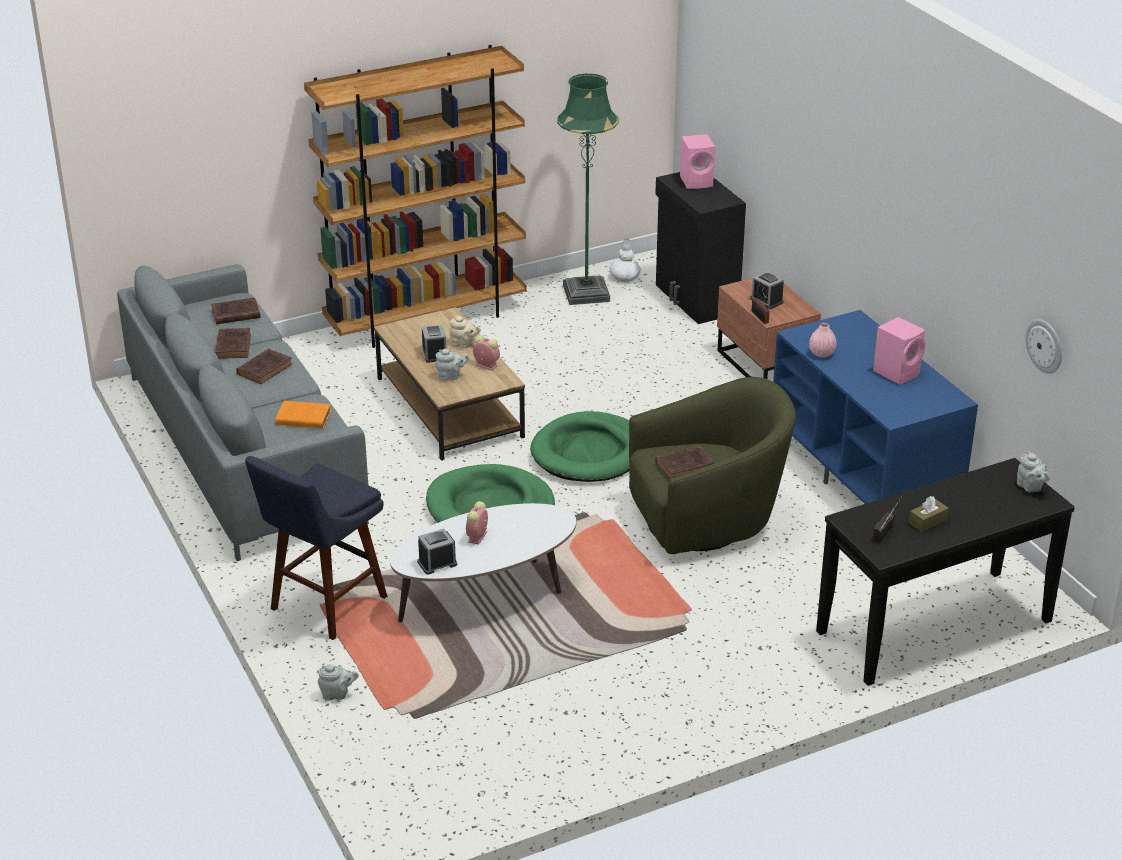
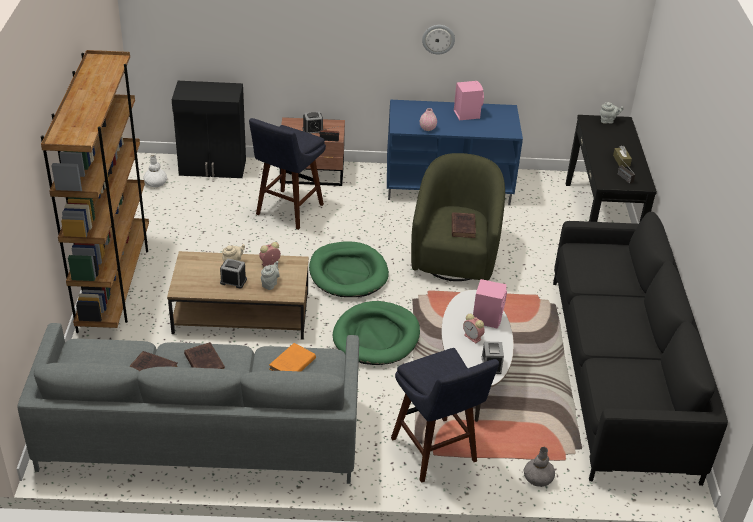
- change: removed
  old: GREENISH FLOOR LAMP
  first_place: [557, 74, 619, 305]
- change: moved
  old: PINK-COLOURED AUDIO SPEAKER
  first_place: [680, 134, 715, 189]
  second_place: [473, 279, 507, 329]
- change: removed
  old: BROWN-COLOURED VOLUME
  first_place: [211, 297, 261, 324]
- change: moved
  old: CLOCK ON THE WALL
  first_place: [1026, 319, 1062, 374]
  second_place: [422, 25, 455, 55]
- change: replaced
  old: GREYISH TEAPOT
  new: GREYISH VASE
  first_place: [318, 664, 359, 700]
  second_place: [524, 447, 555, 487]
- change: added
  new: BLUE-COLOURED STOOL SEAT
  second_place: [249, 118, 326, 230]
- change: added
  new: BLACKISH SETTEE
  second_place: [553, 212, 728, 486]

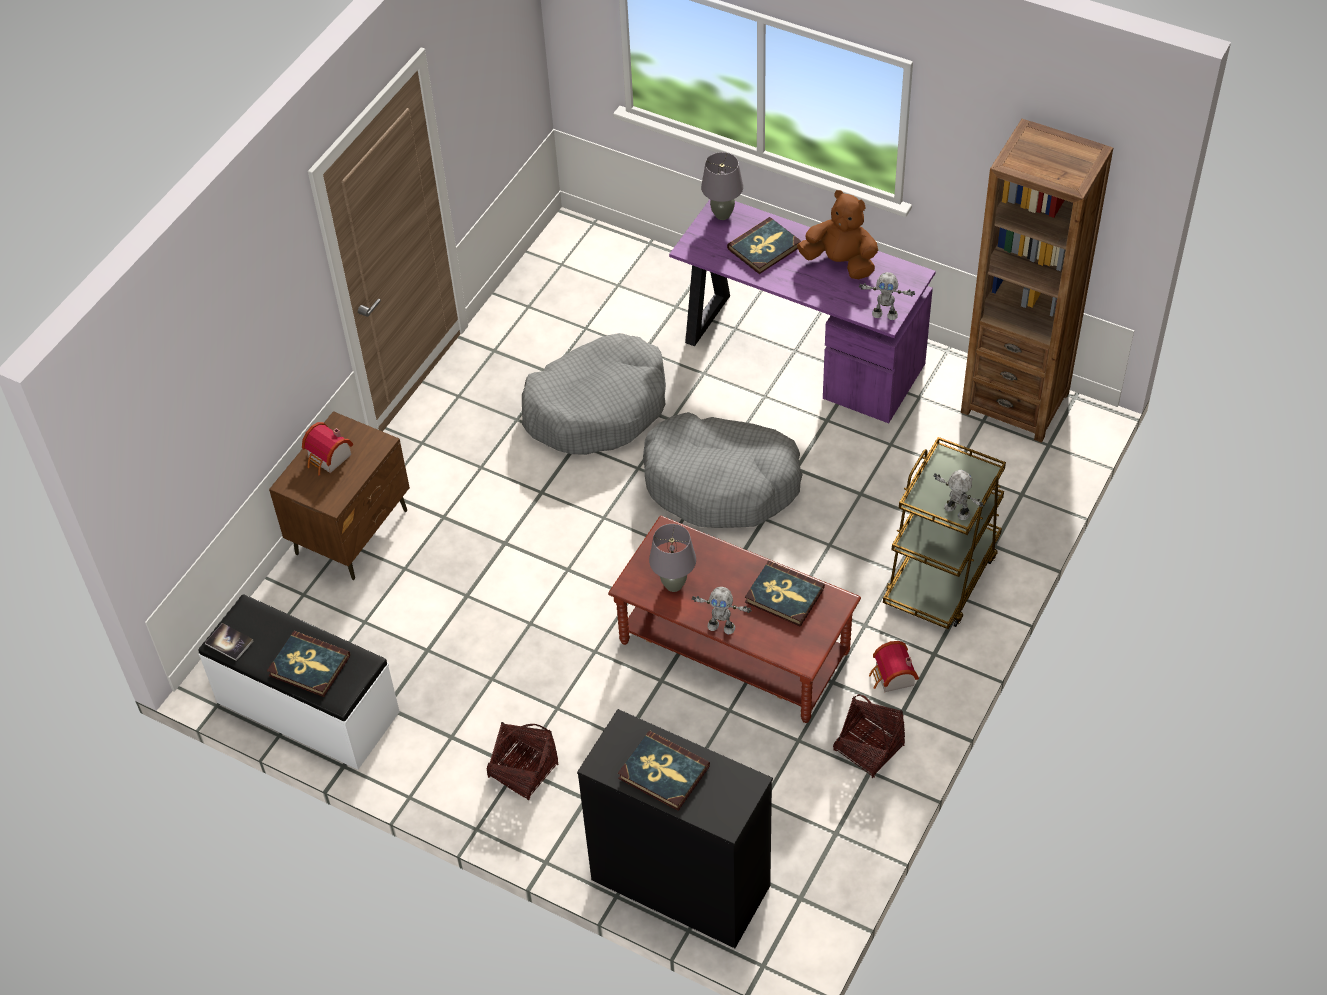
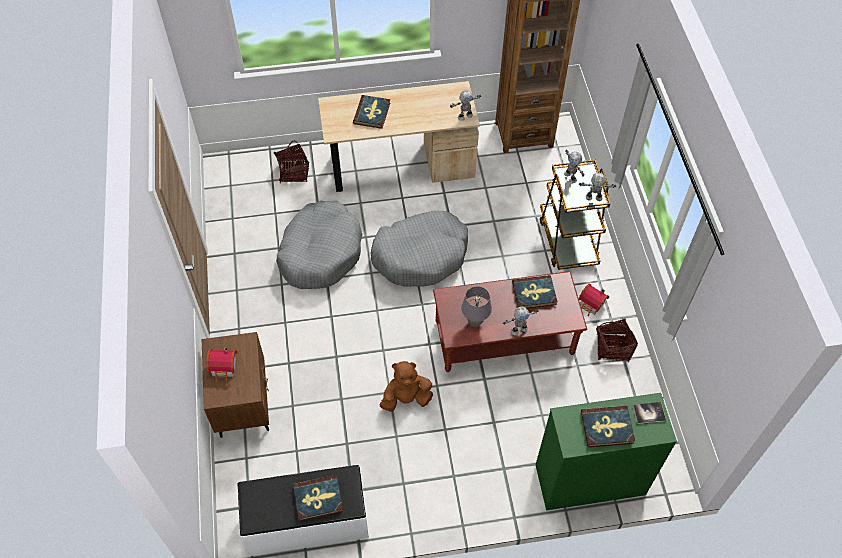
- change: removed
  old: GREYISH TABLETOP LAMP
  first_place: [701, 152, 743, 220]
- change: moved
  old: BROWN-COLOURED PLUSH TOY
  first_place: [797, 190, 878, 279]
  second_place: [380, 361, 433, 411]
- change: recoloured
  old: PURPLISH DESK UNIT
  new: BEIGE-COLOURED DESK UNIT
  first_place: [669, 199, 936, 423]
  second_place: [318, 81, 480, 192]
- change: moved
  old: VOLUME
  first_place: [205, 623, 253, 661]
  second_place: [633, 402, 666, 424]
- change: recoloured
  old: BLACKISH DRAWER CHEST
  new: GREENISH DRAWER CHEST
  first_place: [577, 709, 773, 948]
  second_place: [536, 393, 677, 510]
- change: moved
  old: HOUSEHOLD BASKET
  first_place: [486, 722, 559, 800]
  second_place: [274, 141, 309, 184]
- change: added
  new: TOY ROBOT
  second_place: [564, 149, 584, 183]

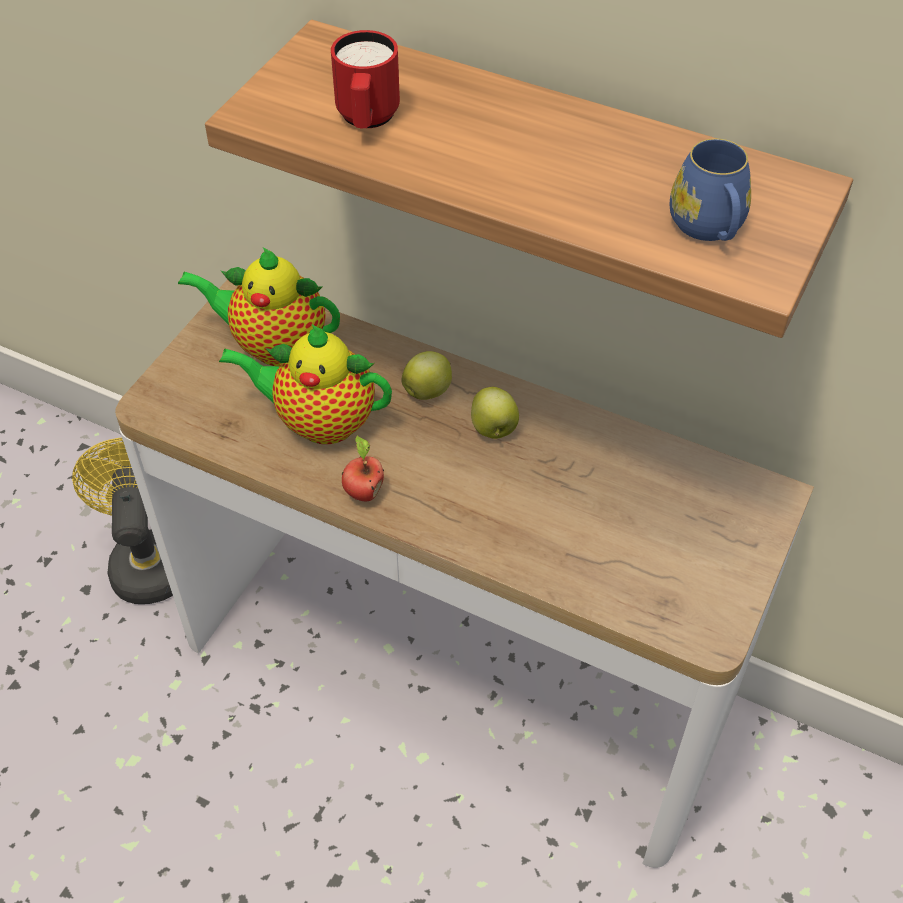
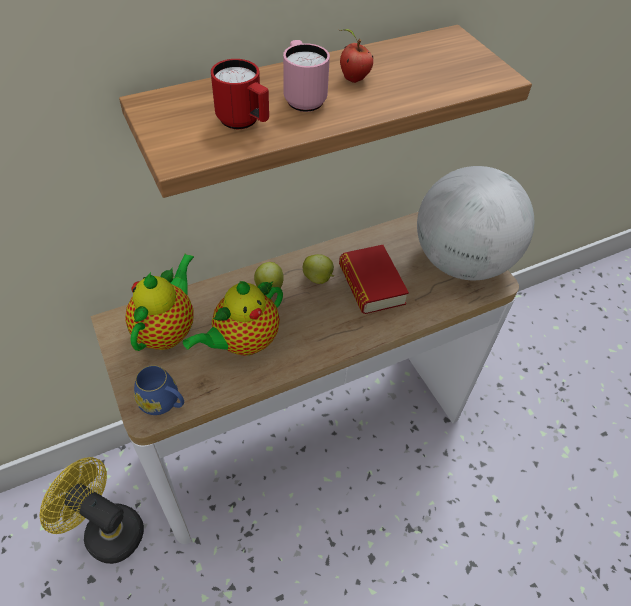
- change: moved
  old: BLUE-COLOURED TEA MUG
  first_place: [669, 138, 751, 241]
  second_place: [134, 365, 184, 415]
- change: turned
  old: TEAPOT
  first_place: [178, 247, 340, 366]
  second_place: [125, 254, 194, 351]
  degrees: 150
- change: moved
  old: APPLE FRUIT
  first_place: [342, 436, 384, 501]
  second_place: [340, 29, 373, 83]
- change: added
  new: PINK-COLOURED TEA MUG
  second_place: [283, 40, 330, 112]
- change: added
  new: DESK GLOBE
  second_place: [417, 166, 534, 280]
- change: added
  new: VOLUME
  second_place: [339, 245, 409, 314]

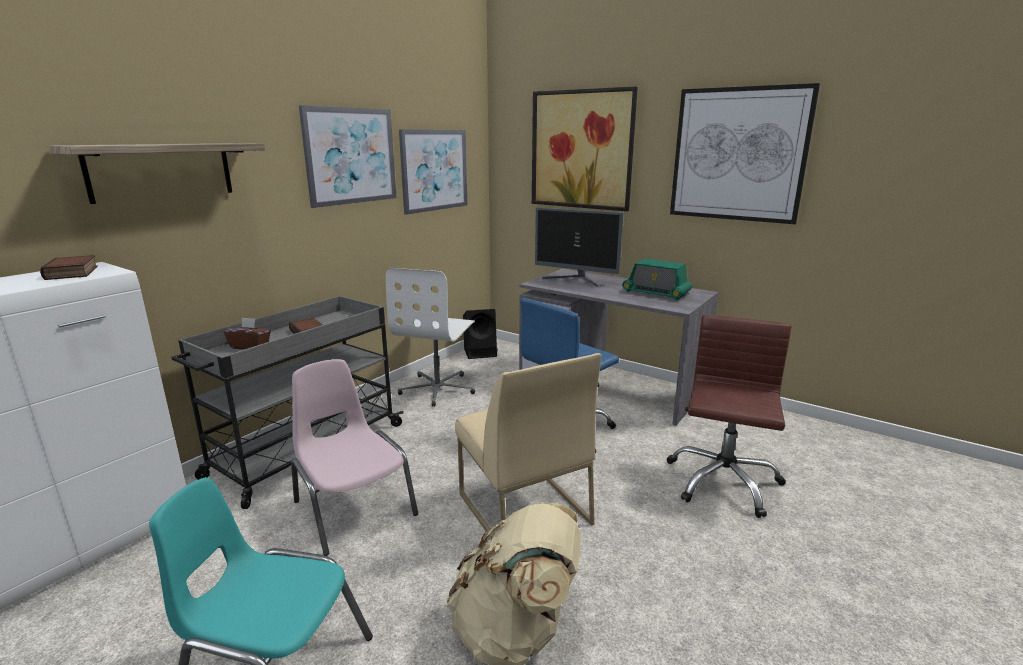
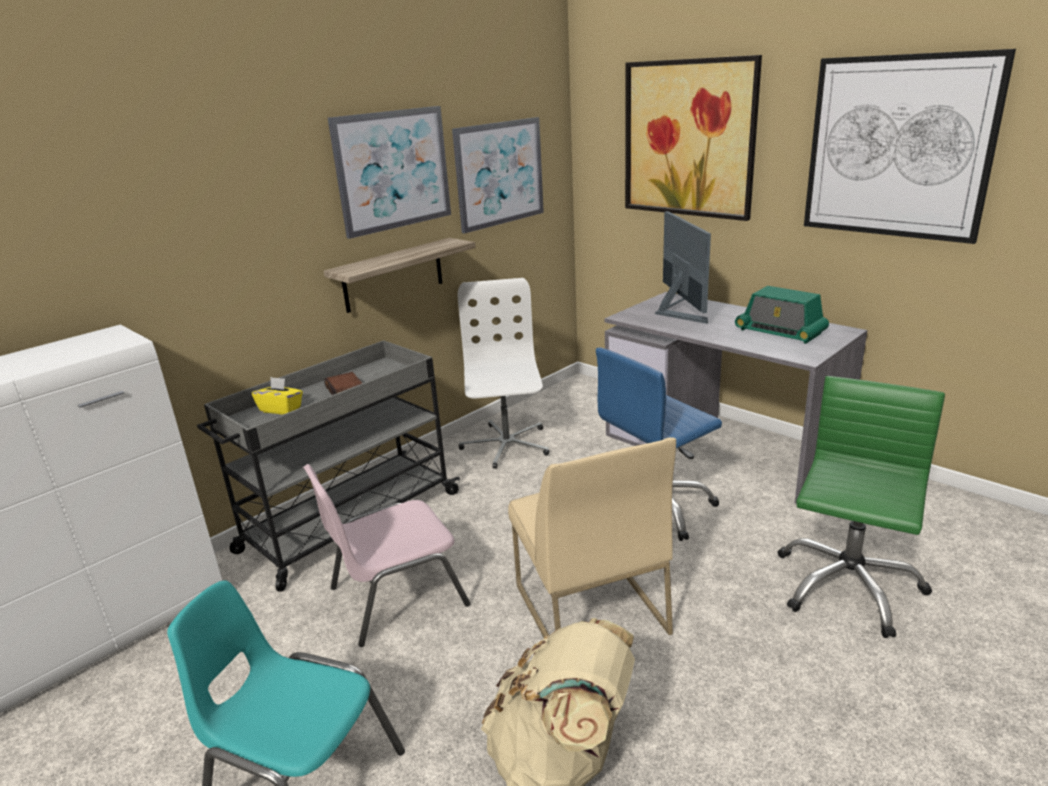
- change: moved
  old: BRACKET SHELF
  first_place: [49, 143, 265, 204]
  second_place: [324, 238, 476, 313]
- change: turned
  old: COMPUTER DISPLAY
  first_place: [535, 207, 623, 287]
  second_place: [655, 211, 711, 324]
  degrees: -135
- change: removed
  old: VOLUME
  first_place: [40, 255, 98, 280]
- change: turned
  old: WHITE-COLOURED COMPUTER CHAIR
  first_place: [386, 268, 475, 407]
  second_place: [458, 278, 549, 469]
  degrees: 150
- change: removed
  old: BLACKISH AUDIO SPEAKER
  first_place: [463, 309, 497, 359]
- change: recoloured
  old: BROWN-COLOURED COMPUTER CHAIR
  new: GREENISH COMPUTER CHAIR
  first_place: [667, 315, 791, 518]
  second_place: [778, 376, 945, 638]
- change: recoloured
  old: BROWN-COLOURED BOX OF TISSUES
  new: YELLOW-COLOURED BOX OF TISSUES
  first_place: [224, 318, 271, 349]
  second_place: [252, 377, 303, 415]
- change: turned
  old: PINK-COLOURED UPRIGHT CHAIR
  first_place: [291, 359, 418, 556]
  second_place: [303, 464, 470, 647]
  degrees: -90

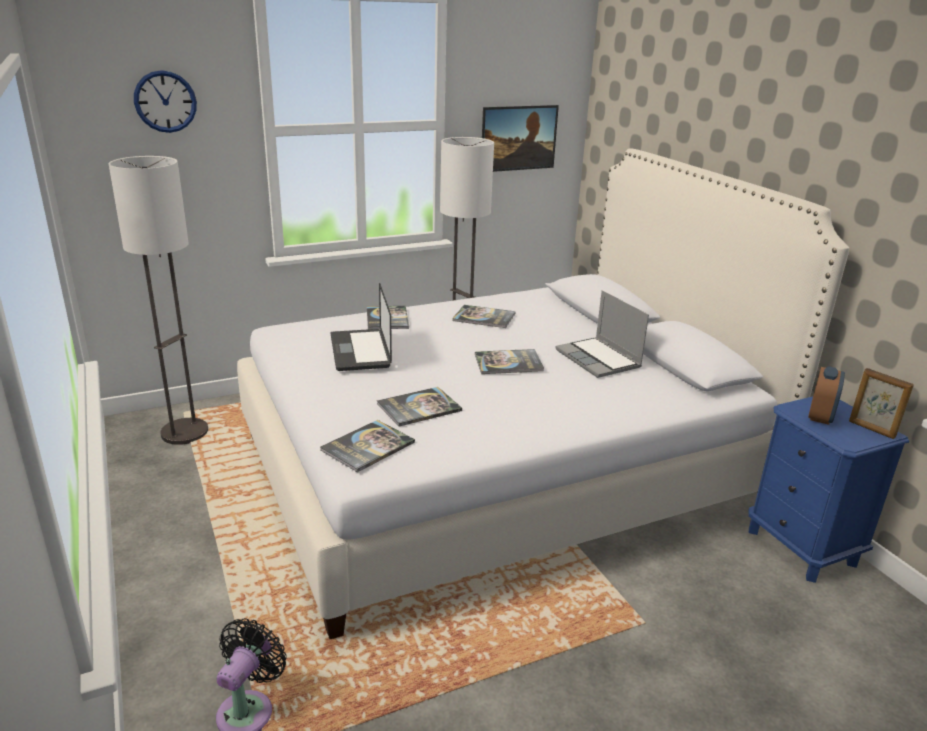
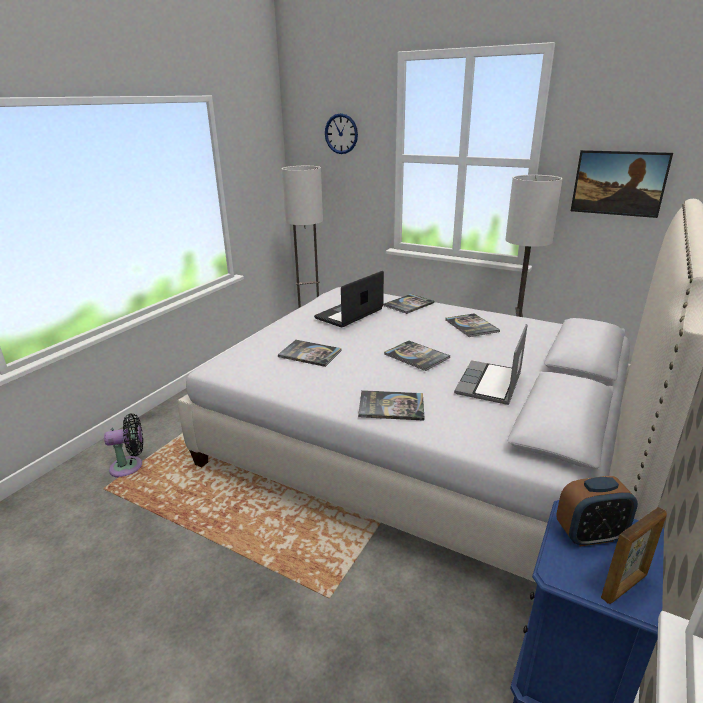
- change: turned
  old: STANDING FRAME
  first_place: [849, 368, 914, 439]
  second_place: [601, 507, 667, 604]
  degrees: -135
- change: moved
  old: VOLUME
  first_place: [320, 420, 415, 472]
  second_place: [358, 390, 425, 421]

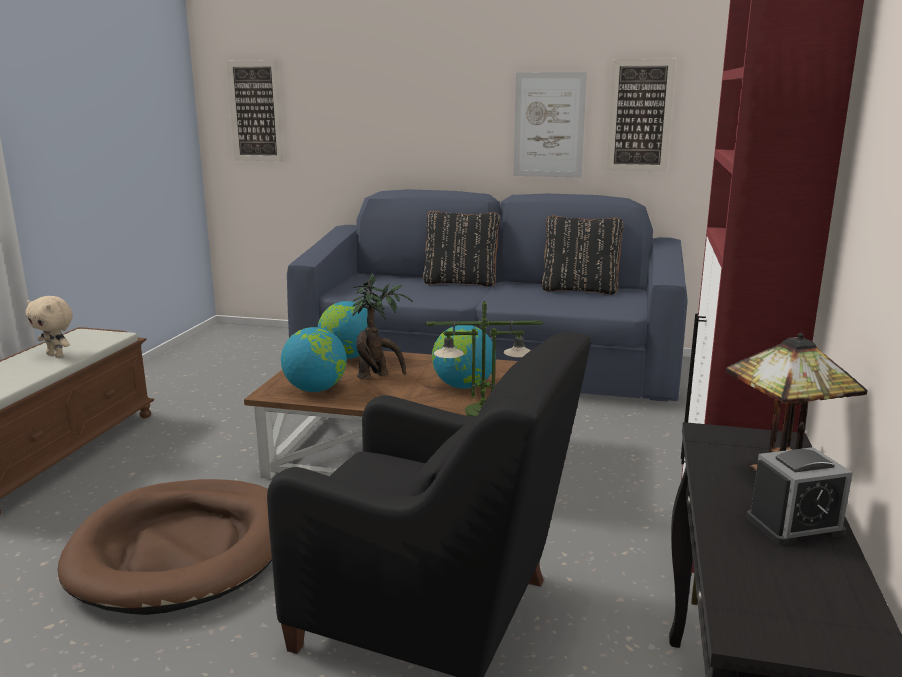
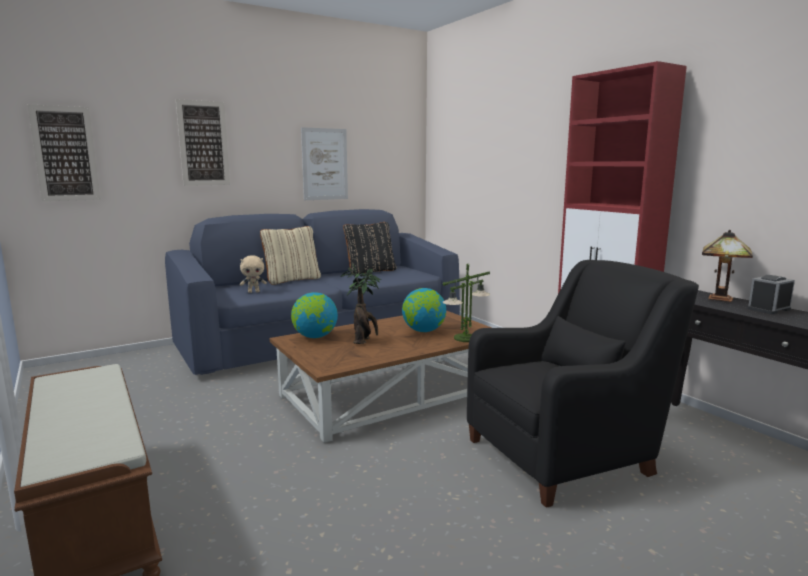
- change: moved
  old: PICTURE
  first_place: [606, 59, 676, 172]
  second_place: [176, 99, 230, 186]
- change: recoloured
  old: BLACKISH CUSHION
  new: BEIGE-COLOURED CUSHION
  first_place: [423, 211, 500, 287]
  second_place: [260, 226, 321, 285]
- change: moved
  old: BEIGE-COLOURED PLUSH TOY
  first_place: [26, 296, 73, 357]
  second_place: [240, 255, 267, 293]
- change: removed
  old: DESK GLOBE
  first_place: [281, 327, 347, 392]
- change: turned
  old: ALARM CLOCK
  first_place: [747, 447, 853, 545]
  second_place: [747, 275, 795, 314]
  degrees: -150
- change: removed
  old: BROWN-COLOURED PET BED
  first_place: [57, 479, 272, 615]

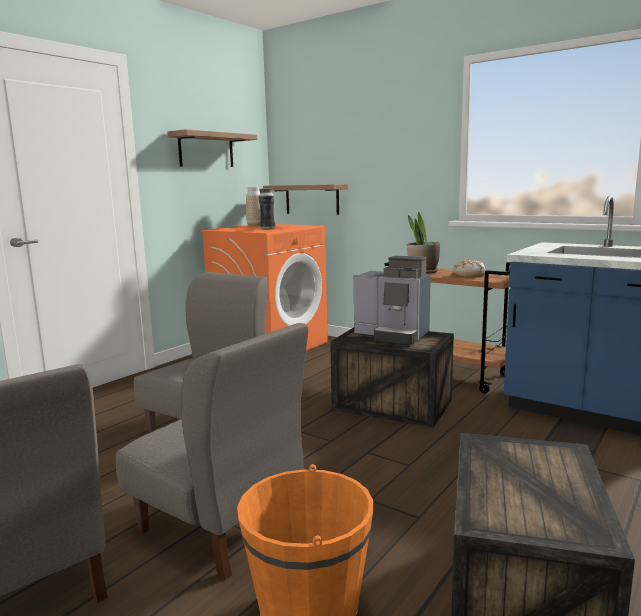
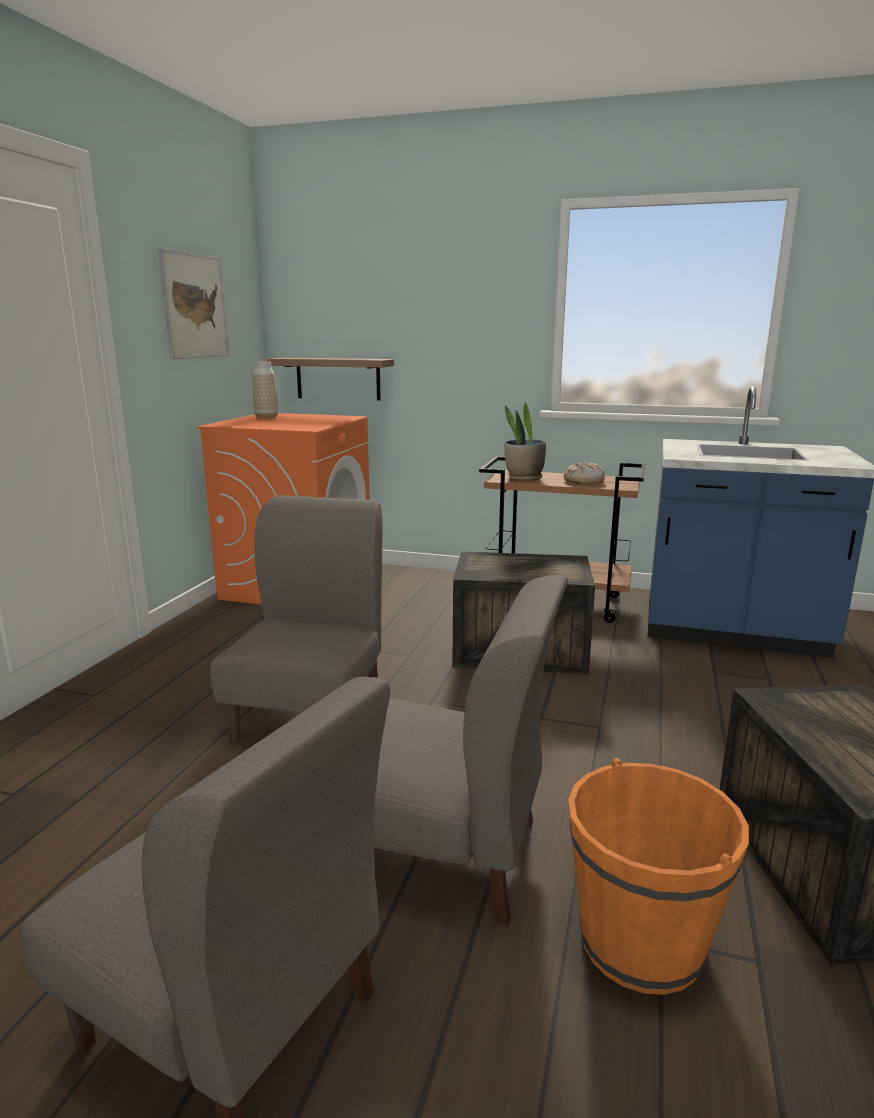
- change: replaced
  old: BRACKET SHELF
  new: PICTURE
  first_place: [167, 129, 257, 167]
  second_place: [158, 248, 230, 360]
- change: removed
  old: VASE
  first_place: [258, 188, 275, 230]
- change: removed
  old: COFFEE MAKER
  first_place: [354, 256, 431, 346]

